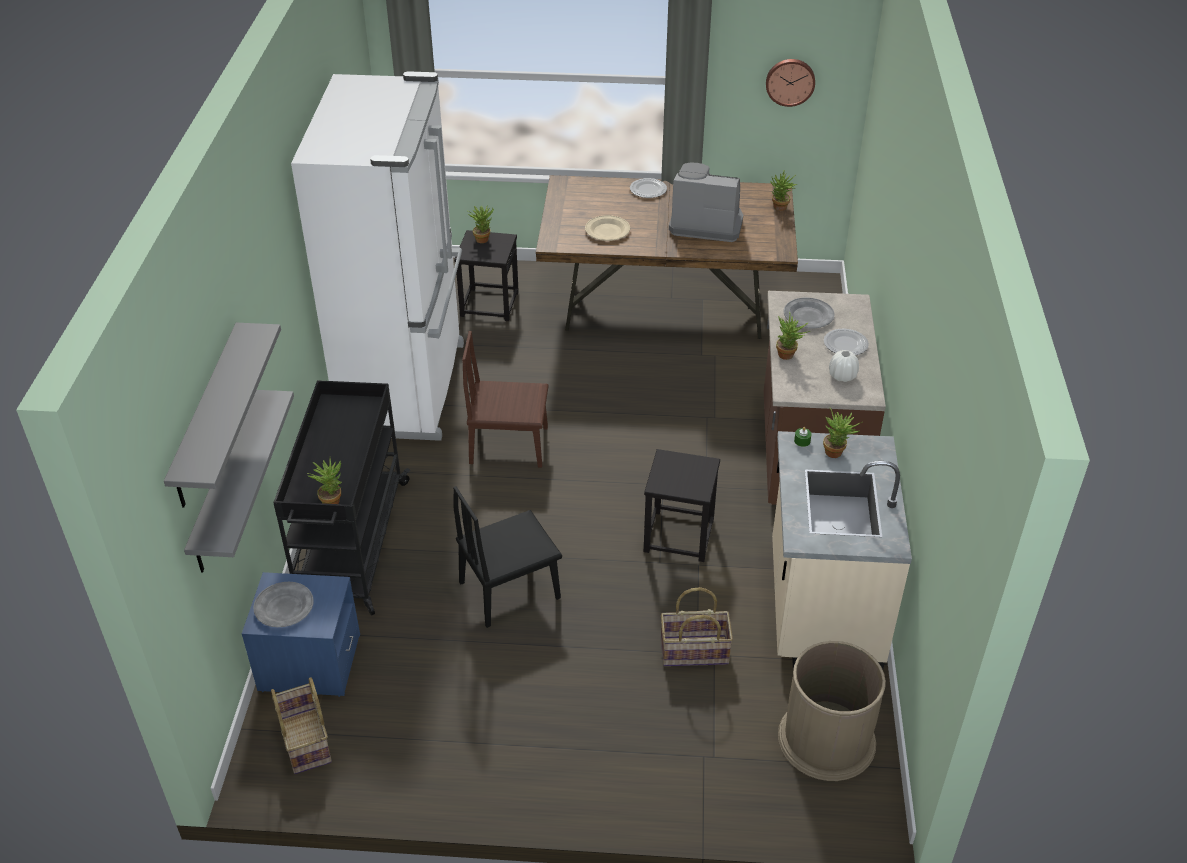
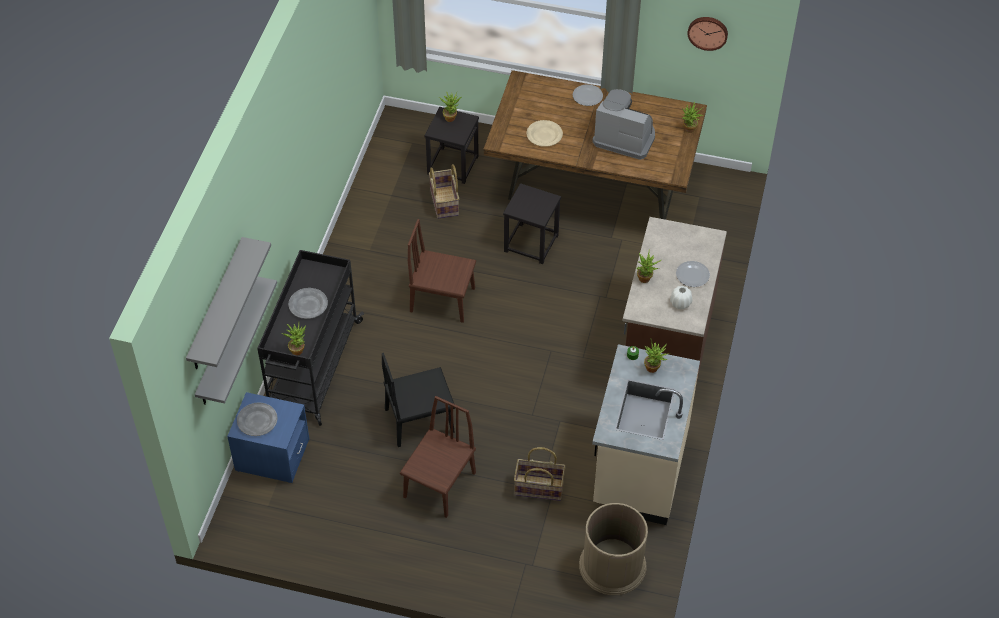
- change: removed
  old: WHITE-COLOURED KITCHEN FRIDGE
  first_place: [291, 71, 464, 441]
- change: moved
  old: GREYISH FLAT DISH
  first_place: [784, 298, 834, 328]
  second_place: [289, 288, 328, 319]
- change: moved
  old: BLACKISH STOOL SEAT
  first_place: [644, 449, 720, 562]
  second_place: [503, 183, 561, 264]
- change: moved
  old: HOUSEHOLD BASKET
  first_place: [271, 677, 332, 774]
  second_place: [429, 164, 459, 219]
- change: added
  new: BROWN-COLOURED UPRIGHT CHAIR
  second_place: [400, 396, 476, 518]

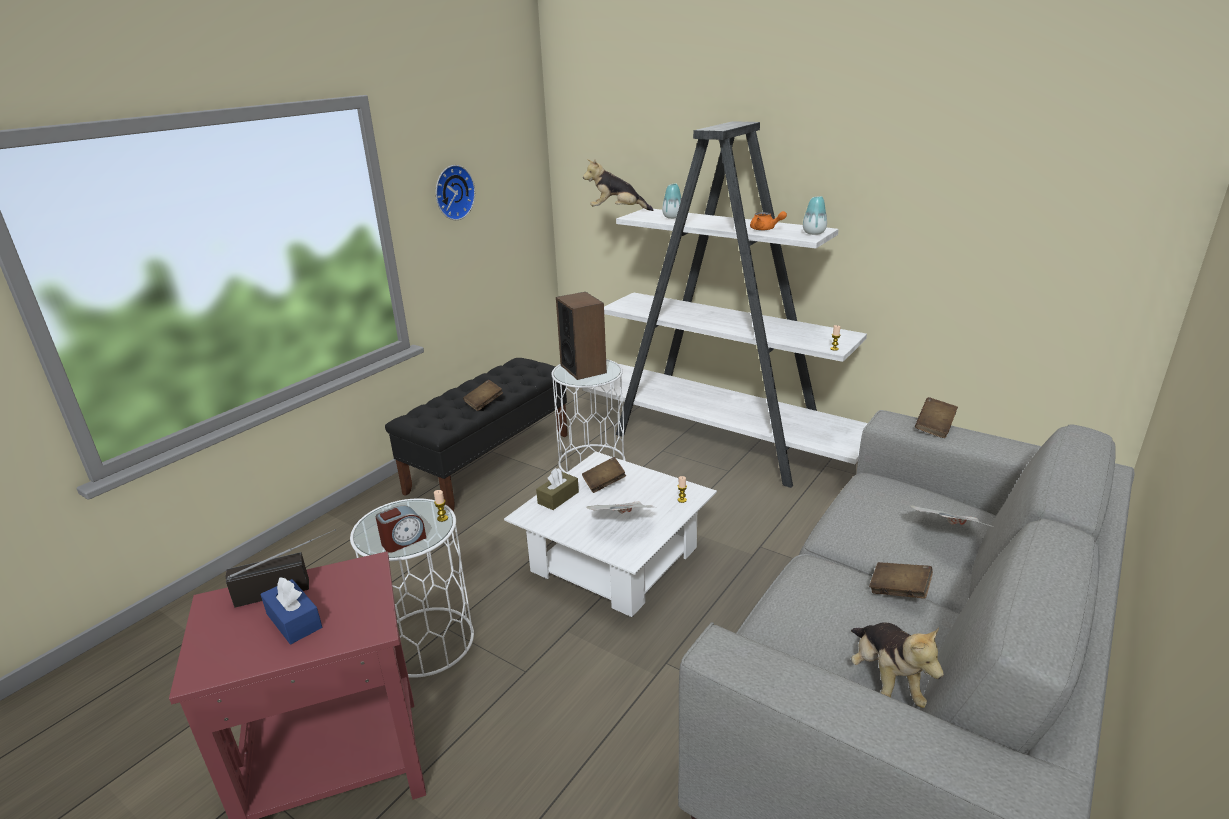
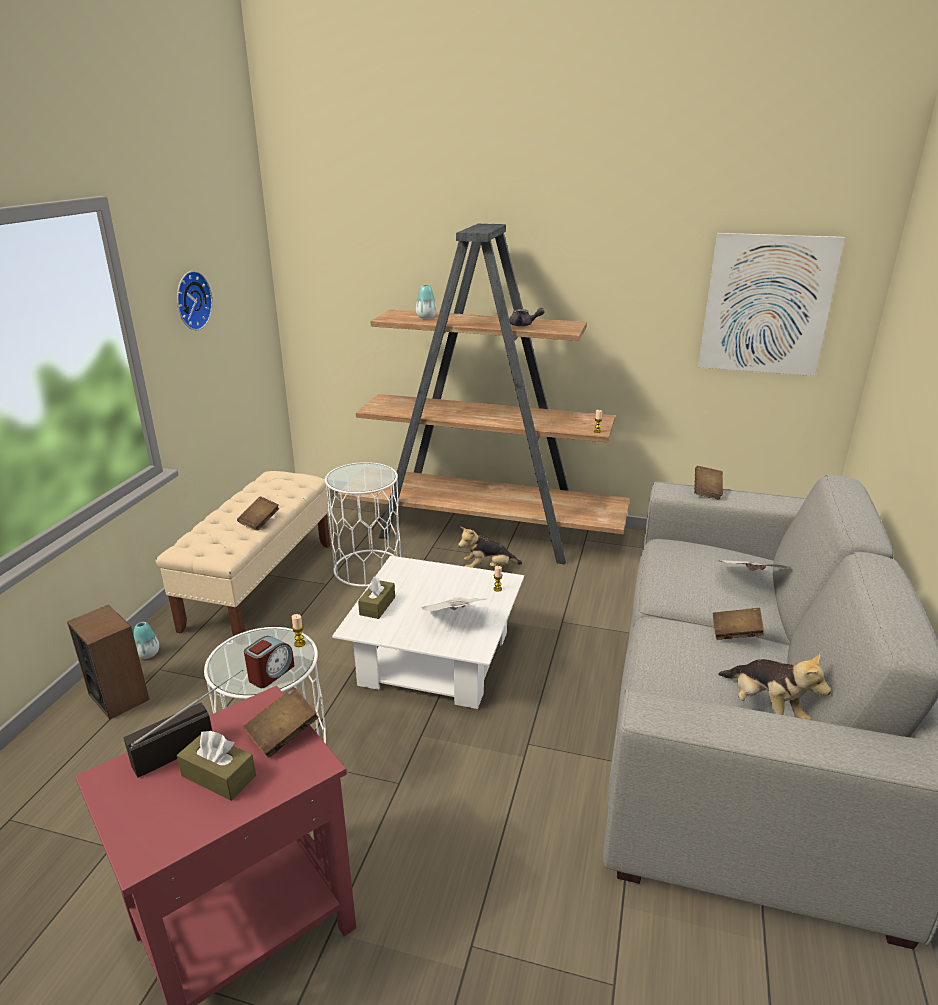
- change: recoloured
  old: WHITE-COLOURED SHELVING UNIT
  new: BROWN-COLOURED SHELVING UNIT
  first_place: [582, 121, 868, 488]
  second_place: [338, 224, 630, 565]
- change: moved
  old: PLUSH TOY
  first_place: [583, 159, 653, 211]
  second_place: [458, 527, 522, 568]
- change: moved
  old: VASE
  first_place: [803, 196, 827, 235]
  second_place: [134, 622, 159, 659]
- change: recoloured
  old: ORANGE TEAPOT
  new: GREYISH TEAPOT
  first_place: [750, 211, 787, 231]
  second_place: [509, 308, 545, 327]
- change: moved
  old: AUDIO SPEAKER
  first_place: [556, 292, 607, 380]
  second_place: [67, 605, 149, 720]
- change: recoloured
  old: BLACKISH BENCH
  new: BEIGE-COLOURED BENCH
  first_place: [385, 358, 568, 512]
  second_place: [156, 471, 330, 636]
- change: moved
  old: BROWN-COLOURED VOLUME
  first_place: [582, 457, 626, 493]
  second_place: [243, 687, 319, 758]
- change: recoloured
  old: BLUE-COLOURED BOX OF TISSUES
  new: BROWN-COLOURED BOX OF TISSUES
  first_place: [260, 577, 322, 644]
  second_place: [177, 731, 256, 801]
- change: added
  new: PICTURE
  second_place: [698, 233, 845, 376]

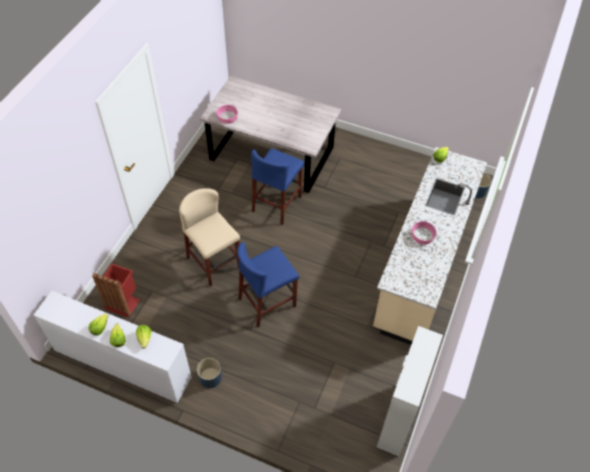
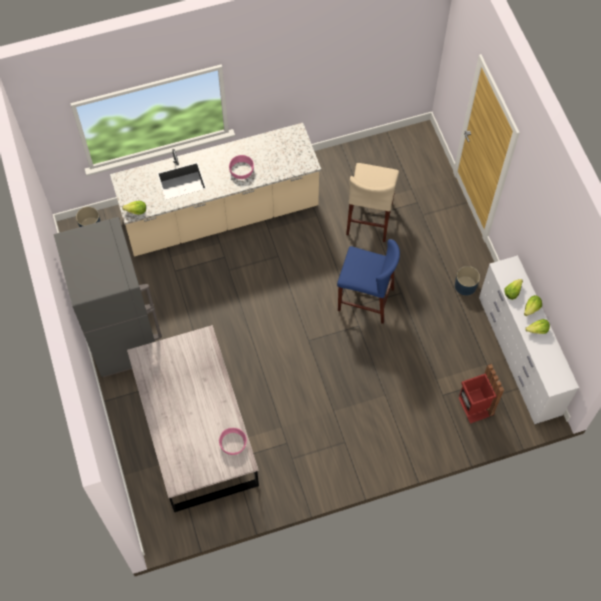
- change: removed
  old: BLUE-COLOURED STOOL SEAT
  first_place: [251, 148, 304, 225]
- change: moved
  old: BEIGE-COLOURED STOOL SEAT
  first_place: [179, 188, 240, 287]
  second_place: [346, 163, 399, 242]
- change: removed
  old: CUPBOARD
  first_place: [377, 326, 443, 456]
- change: added
  new: GREYISH KITCHEN FRIDGE
  second_place: [54, 217, 162, 377]

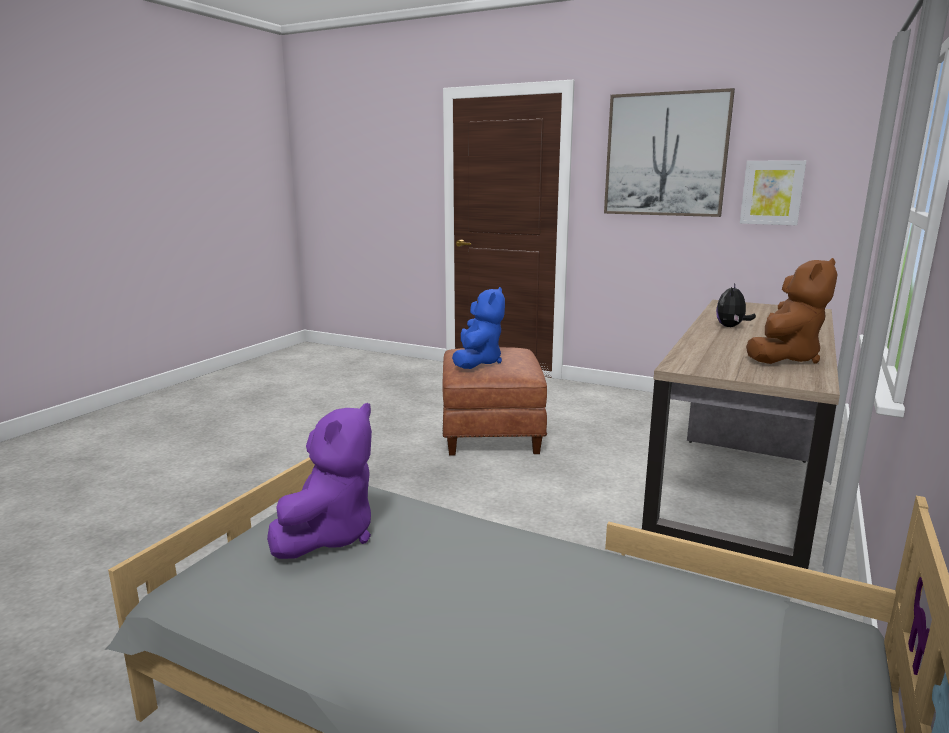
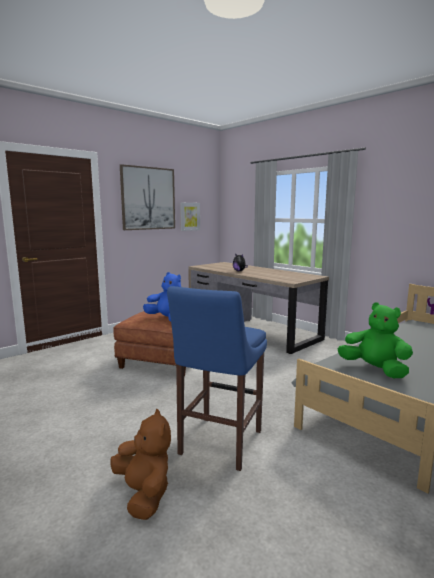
- change: moved
  old: BROWN-COLOURED PLUSH TOY
  first_place: [746, 258, 838, 364]
  second_place: [110, 409, 171, 520]
- change: recoloured
  old: PURPLISH PLUSH TOY
  new: GREENISH PLUSH TOY
  first_place: [267, 403, 372, 559]
  second_place: [338, 302, 413, 378]
- change: added
  new: BLUE-COLOURED STOOL SEAT
  second_place: [167, 286, 267, 471]

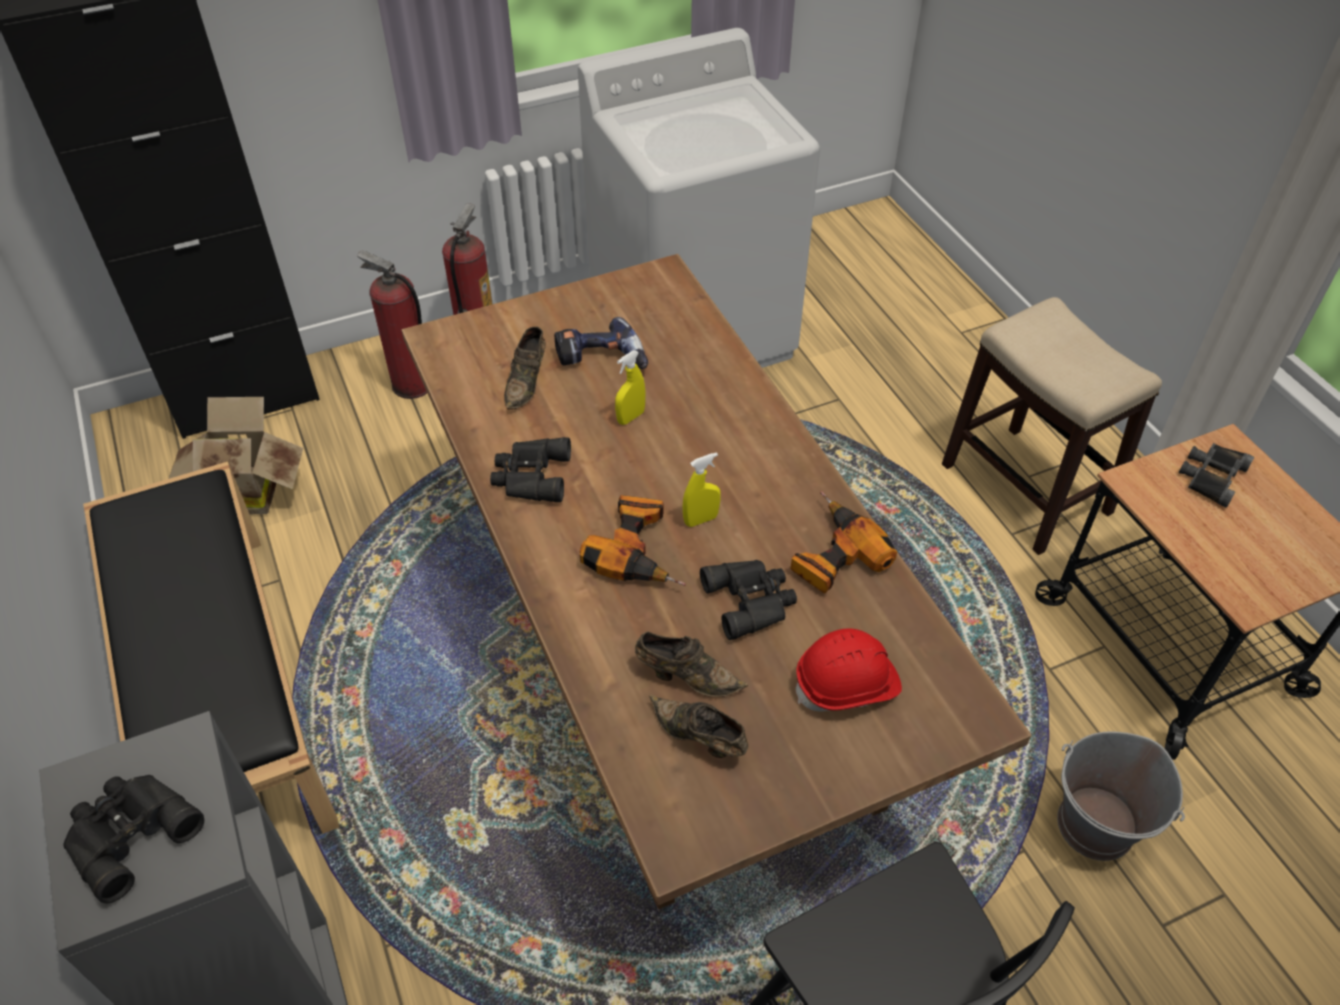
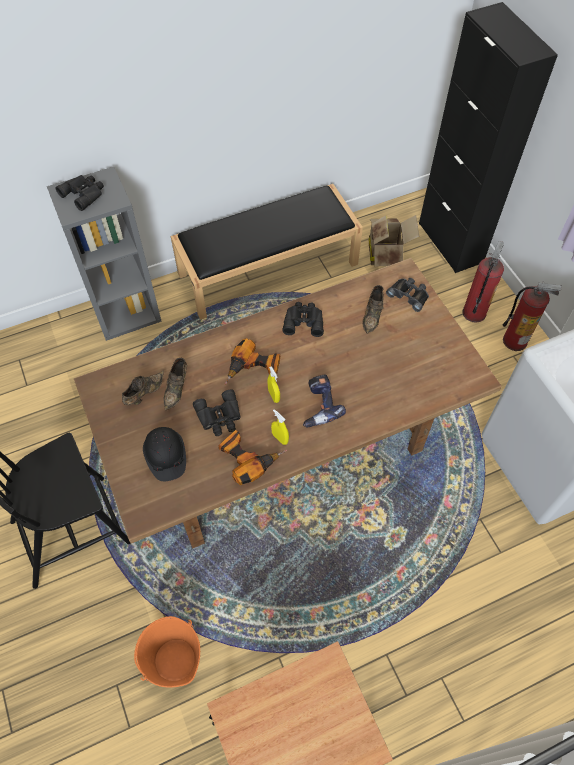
- change: removed
  old: STOOL SEAT
  first_place: [942, 297, 1162, 555]
- change: moved
  old: DRILL
  first_place: [554, 317, 648, 369]
  second_place: [303, 375, 346, 427]
- change: turned
  old: BROWN-COLOURED LOW SHOE
  first_place: [504, 326, 546, 410]
  second_place: [362, 285, 384, 334]
  degrees: -90
- change: moved
  old: YELLOW-COLOURED SPRAY BOTTLE
  first_place: [615, 351, 646, 425]
  second_place: [271, 409, 289, 445]
- change: moved
  old: BLACKISH FIELD GLASSES
  first_place: [1179, 443, 1254, 507]
  second_place: [386, 278, 429, 312]
- change: recoloured
  old: REDDISH HARD HAT
  new: BLACKISH HARD HAT
  first_place: [796, 629, 902, 711]
  second_place: [143, 427, 186, 481]
- change: recoloured
  old: GREYISH PAIL
  new: ORANGE PAIL
  first_place: [1057, 732, 1185, 861]
  second_place: [134, 616, 200, 688]

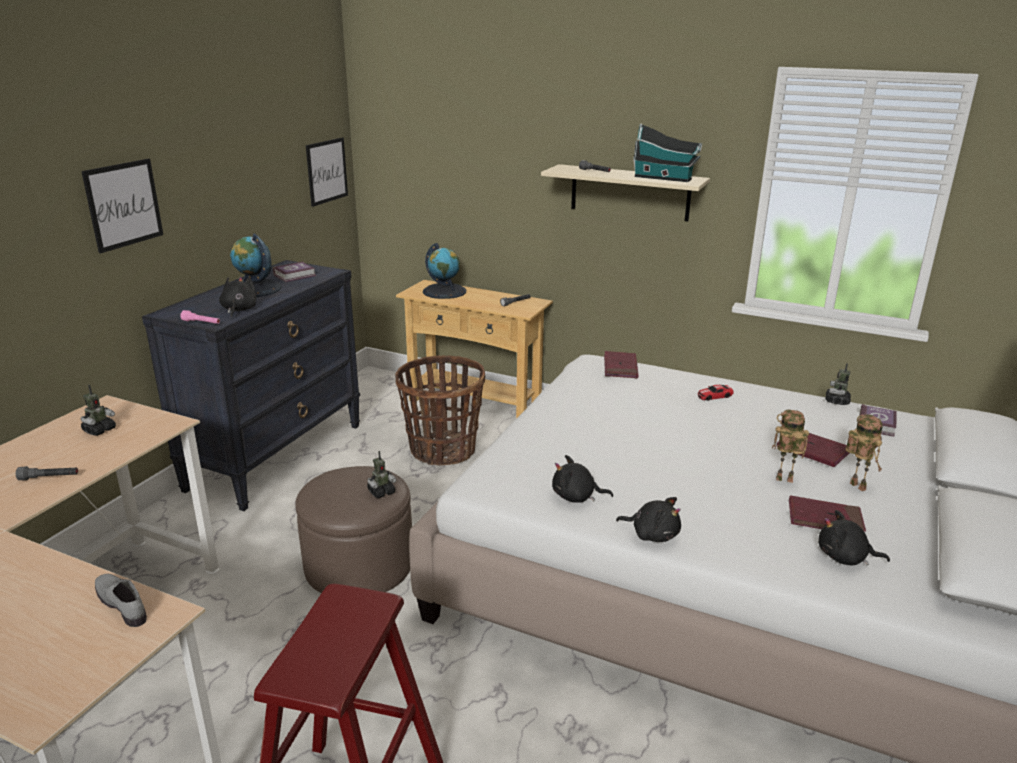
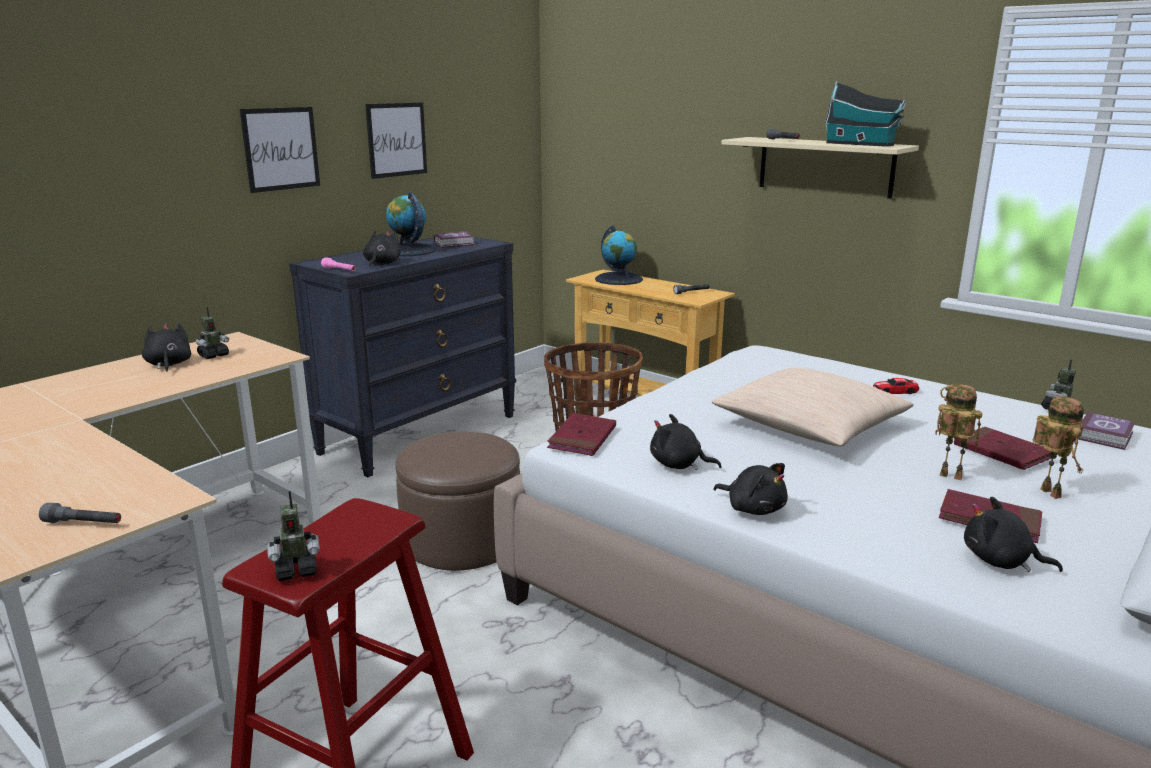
- change: moved
  old: PICTURE
  first_place: [306, 137, 348, 207]
  second_place: [365, 102, 427, 179]
- change: moved
  old: REDDISH VOLUME
  first_place: [604, 351, 639, 378]
  second_place: [547, 413, 616, 456]
- change: moved
  old: TOY ROBOT
  first_place: [367, 451, 396, 498]
  second_place: [267, 491, 320, 581]
- change: moved
  old: GREYISH HAND TORCH
  first_place: [16, 466, 78, 480]
  second_place: [39, 503, 121, 523]
- change: removed
  old: GREYISH LOW SHOE
  first_place: [95, 574, 147, 627]
- change: added
  new: BLACKISH PLUSH TOY
  second_place: [142, 323, 191, 372]
- change: added
  new: BEIGE-COLOURED CUSHION
  second_place: [712, 368, 914, 446]

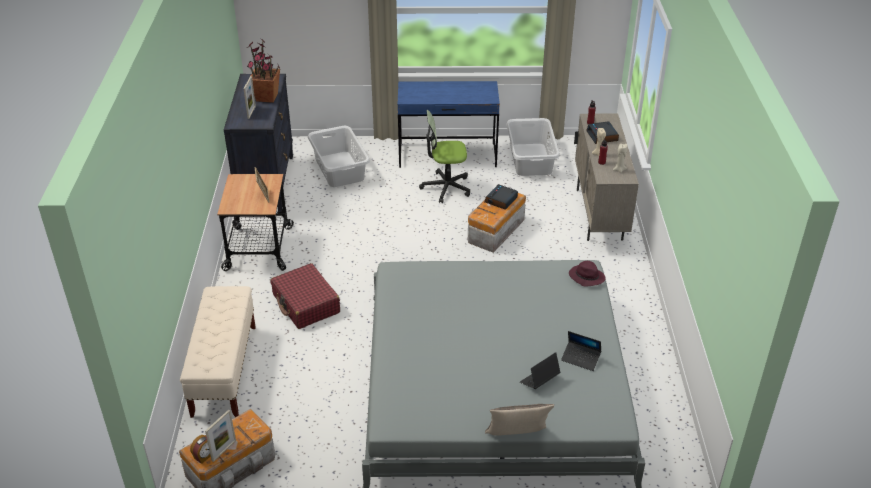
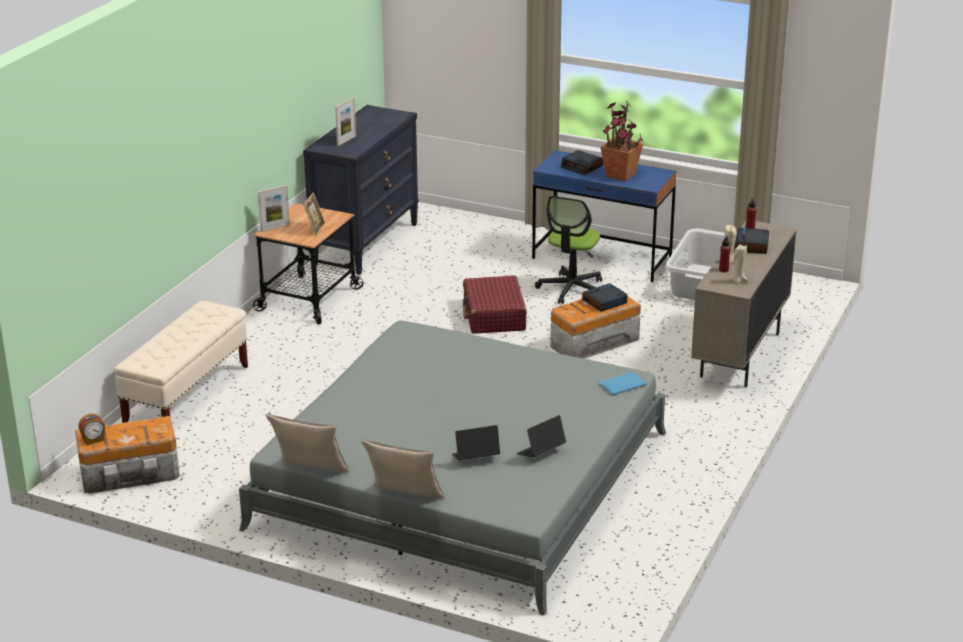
- change: moved
  old: PLANT IN A POT
  first_place: [247, 38, 280, 103]
  second_place: [600, 100, 643, 181]
- change: turned
  old: COMPUTER CHAIR
  first_place: [419, 110, 470, 203]
  second_place: [535, 196, 602, 304]
  degrees: -90
- change: removed
  old: GREYISH HAMPER
  first_place: [308, 126, 370, 187]
- change: replaced
  old: PURPLISH WEARABLE HAT
  new: BLUE-COLOURED VOLUME
  first_place: [569, 261, 605, 287]
  second_place: [599, 372, 647, 395]
- change: moved
  old: REDDISH TRAVEL CASE
  first_place: [271, 263, 340, 329]
  second_place: [463, 275, 527, 334]
- change: turned
  old: PORTABLE COMPUTER
  first_place: [561, 331, 601, 371]
  second_place: [516, 415, 566, 457]
  degrees: 90
- change: moved
  old: STANDING FRAME
  first_place: [205, 410, 236, 462]
  second_place: [258, 185, 290, 232]
- change: added
  new: ALARM CLOCK
  second_place: [561, 150, 603, 175]
- change: added
  new: CUSHION
  second_place: [266, 414, 349, 472]

